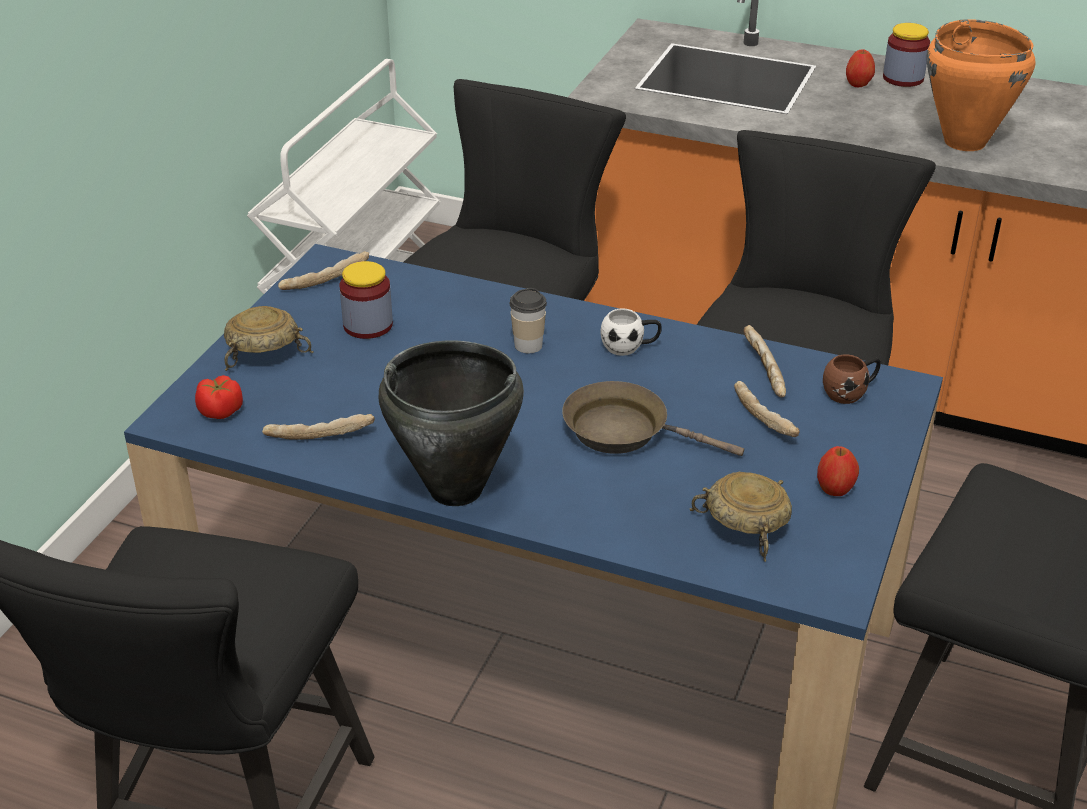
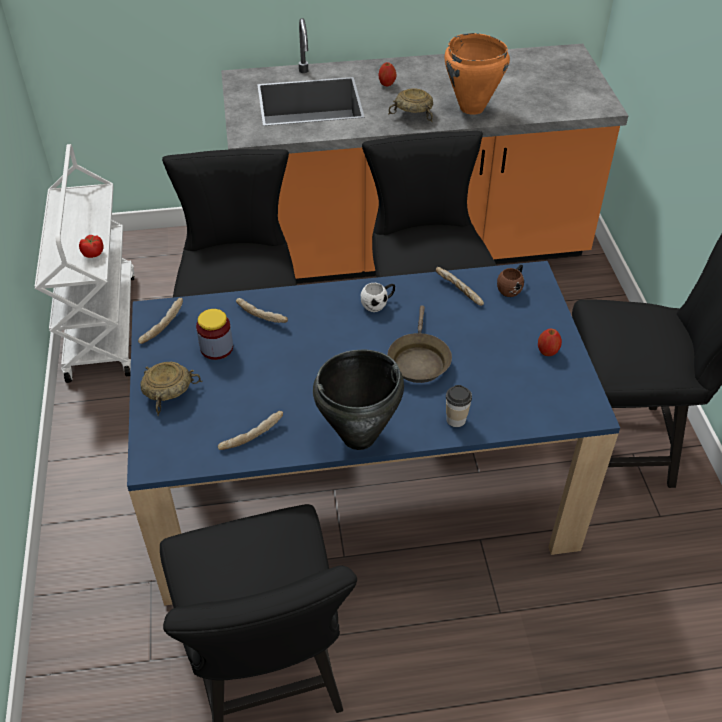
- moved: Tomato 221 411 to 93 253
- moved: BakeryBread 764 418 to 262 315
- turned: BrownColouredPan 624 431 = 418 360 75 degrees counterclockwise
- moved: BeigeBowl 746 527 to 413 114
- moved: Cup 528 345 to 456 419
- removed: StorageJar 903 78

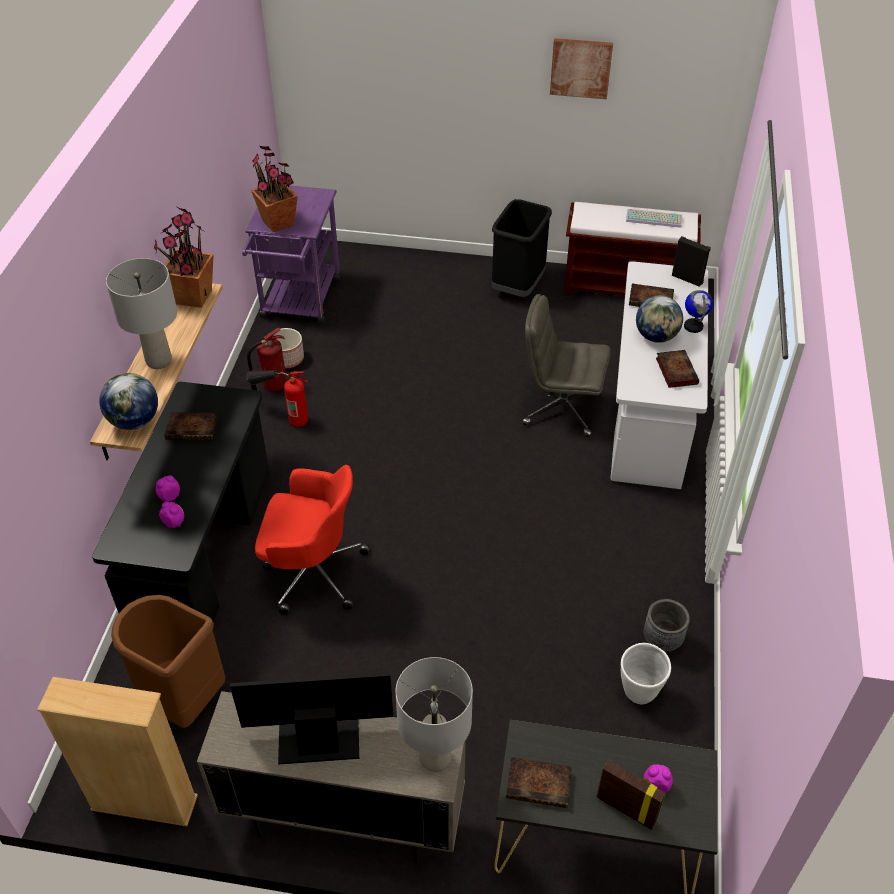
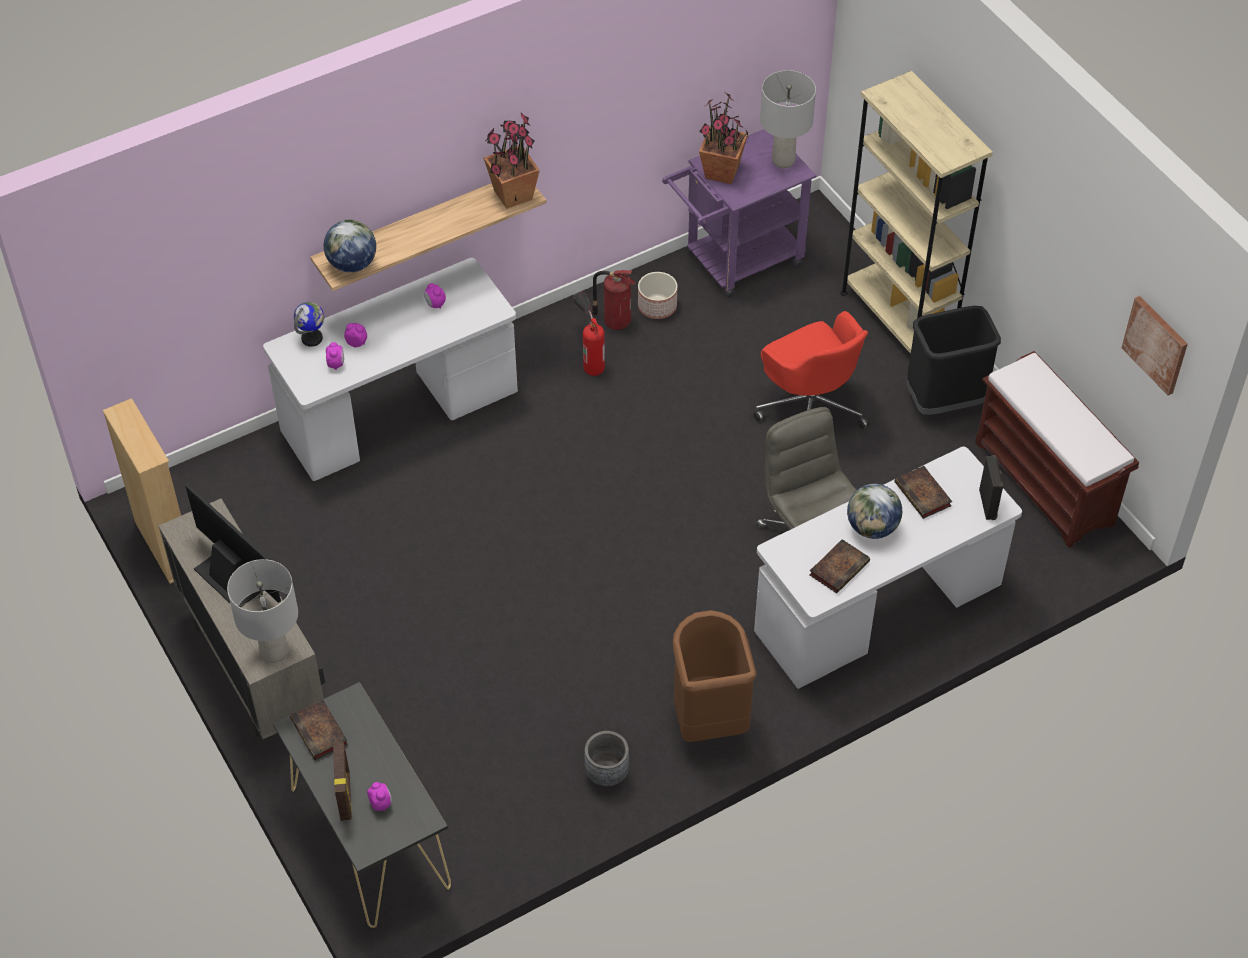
- recoloured: BlackColouredDesk 203 550 to WhiteColouredDesk 400 412
- moved: Globe 693 326 to 312 338
- replaced: Volume 194 428 to AlarmClock 435 304
- moved: BrownColouredRubbishBin 182 700 to 708 720
- moved: RedDeskChair 312 571 to 810 408
- moved: GreyishLampForATable 159 361 to 783 161
- added: BeigeBookcase 897 321
- moved: Picture 581 68 to 1156 344
- removed: WhiteColouredFlowerPot 639 692
- removed: Keyboard 654 218

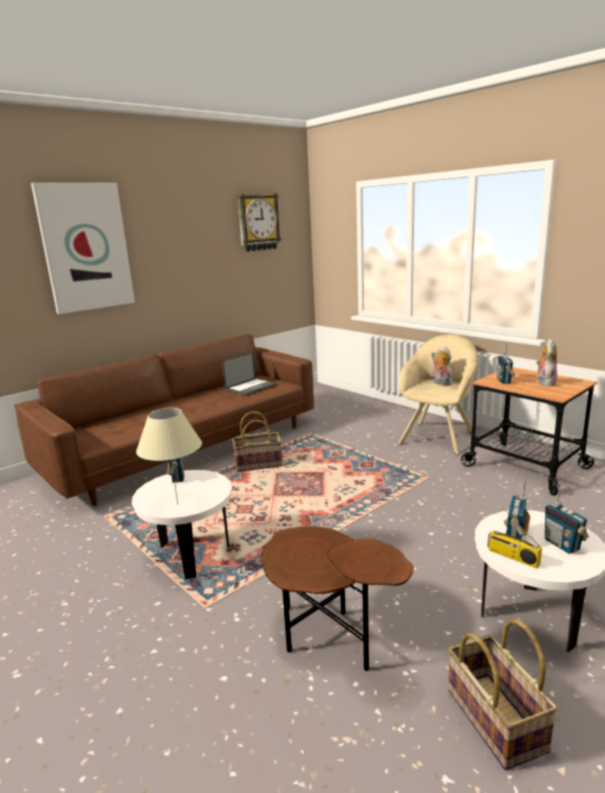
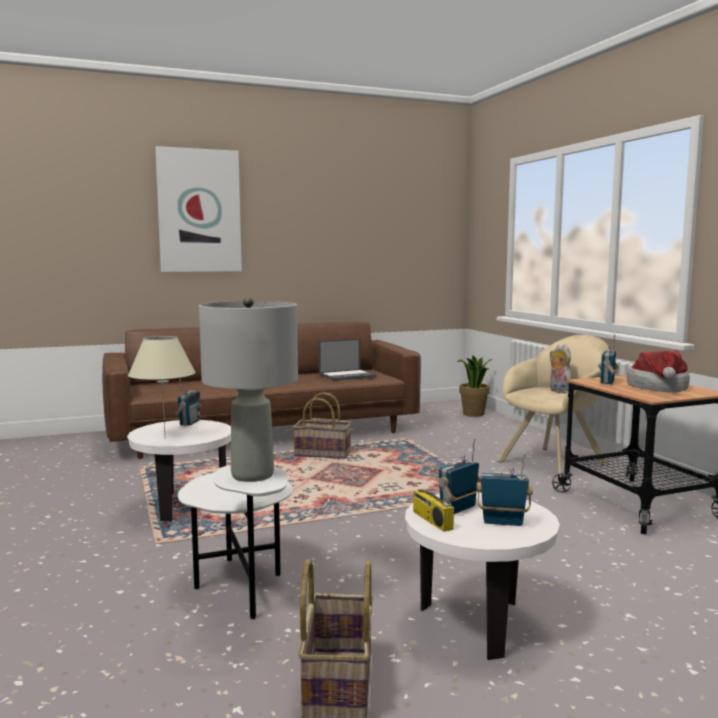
- recoloured: BrownColouredAccentTable 329 639 to WhiteColouredAccentTable 242 589
- added: GreyishLampForATable 253 475
- added: Houseplant 473 414
- turned: RadioReceiver 562 544 = 503 522 105 degrees clockwise
- replaced: SoftToy 545 382 to ClothingHat 659 388
- removed: ClockOnTheWall 258 222

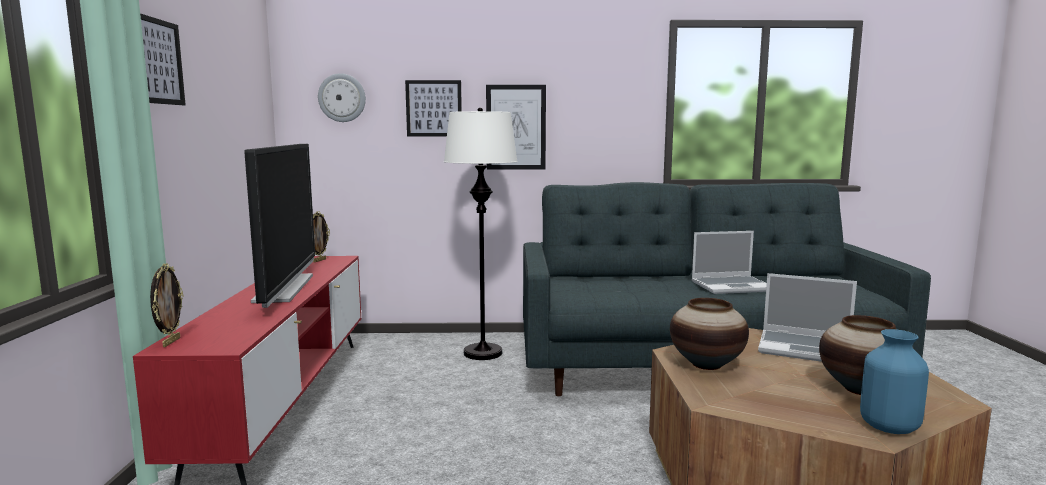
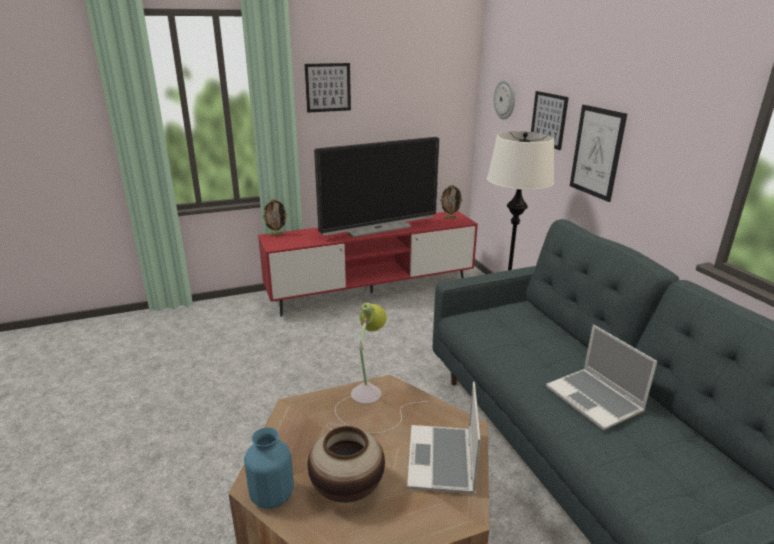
- replaced: Vase 706 364 to LampForATable 367 402

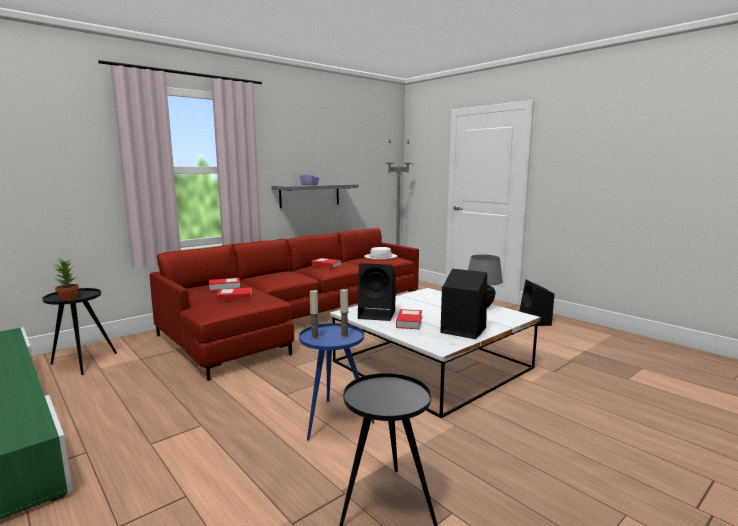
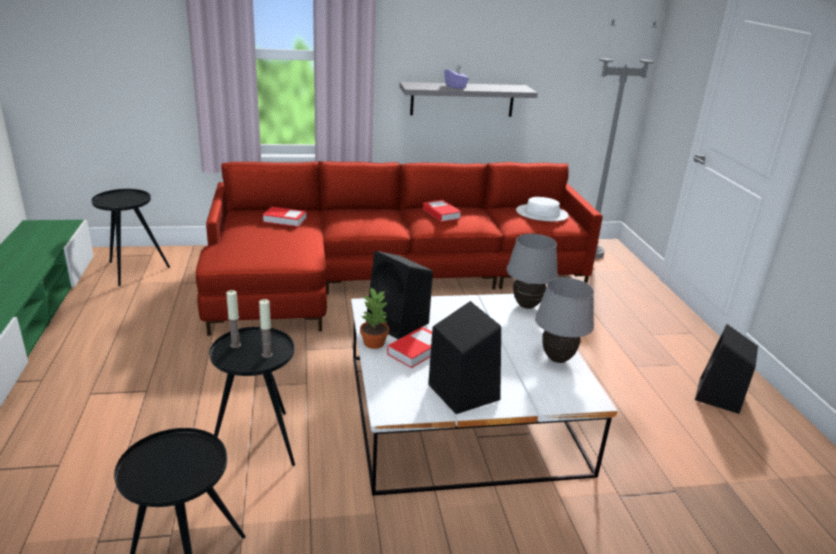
- recoloured: BluishAccentTable 333 421 to BlackColouredAccentTable 258 443
- moved: Houseplant 68 298 to 374 342
- added: GreyishLampForATable 527 306
- removed: Volume 235 297

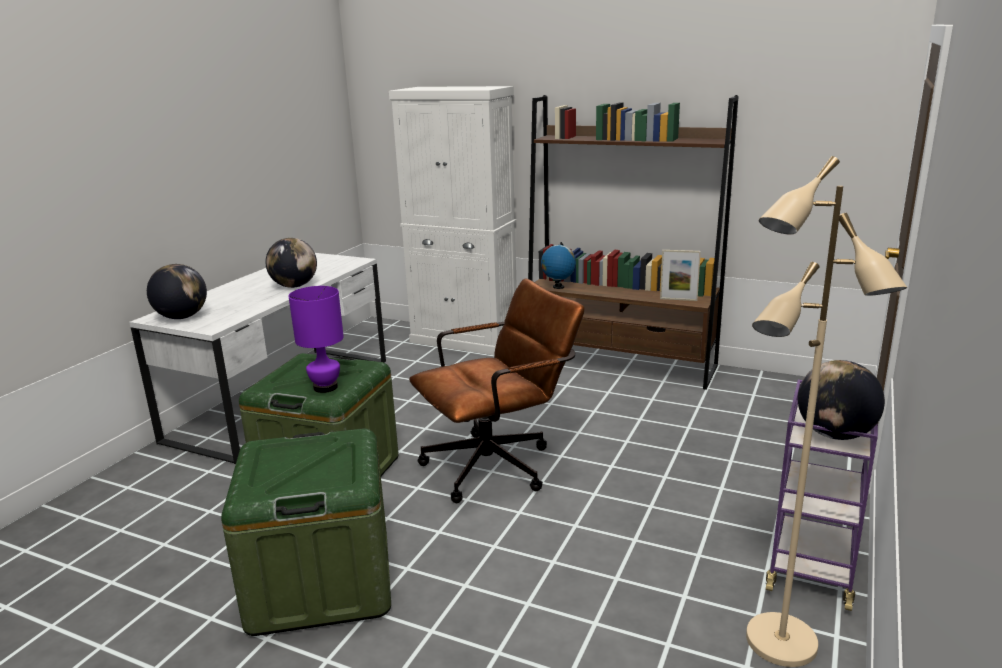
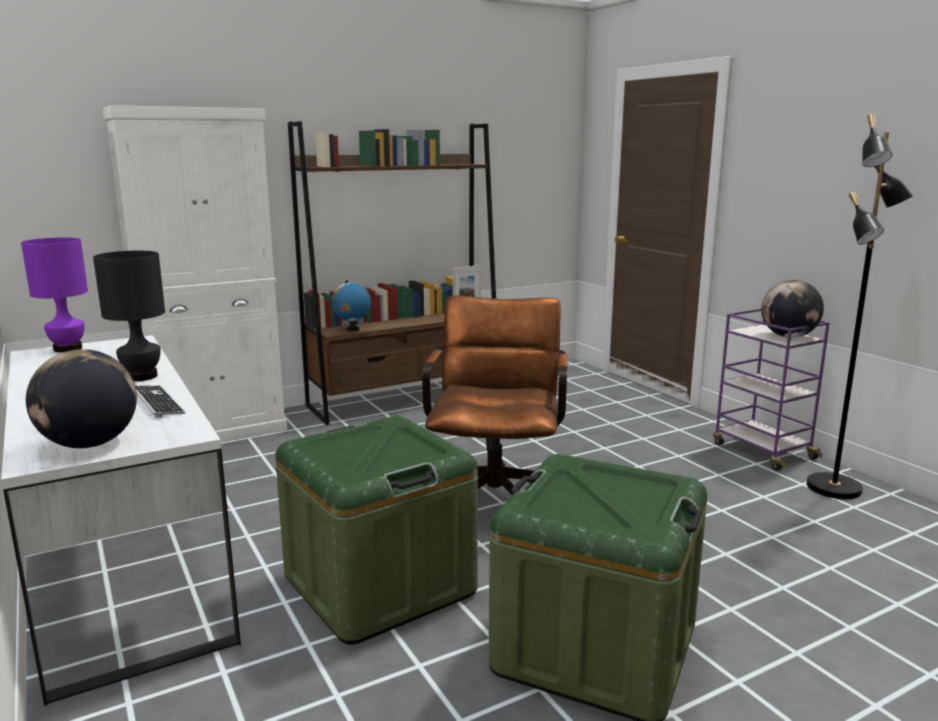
- moved: PurplishLampForATable 325 387 to 67 349
- replaced: Globe 294 286 to BlackColouredLampForATable 142 376
- added: Keyboard 158 402
- recoloured: BeigeFloorLamp 781 643 to BlackColouredFloorLamp 835 488

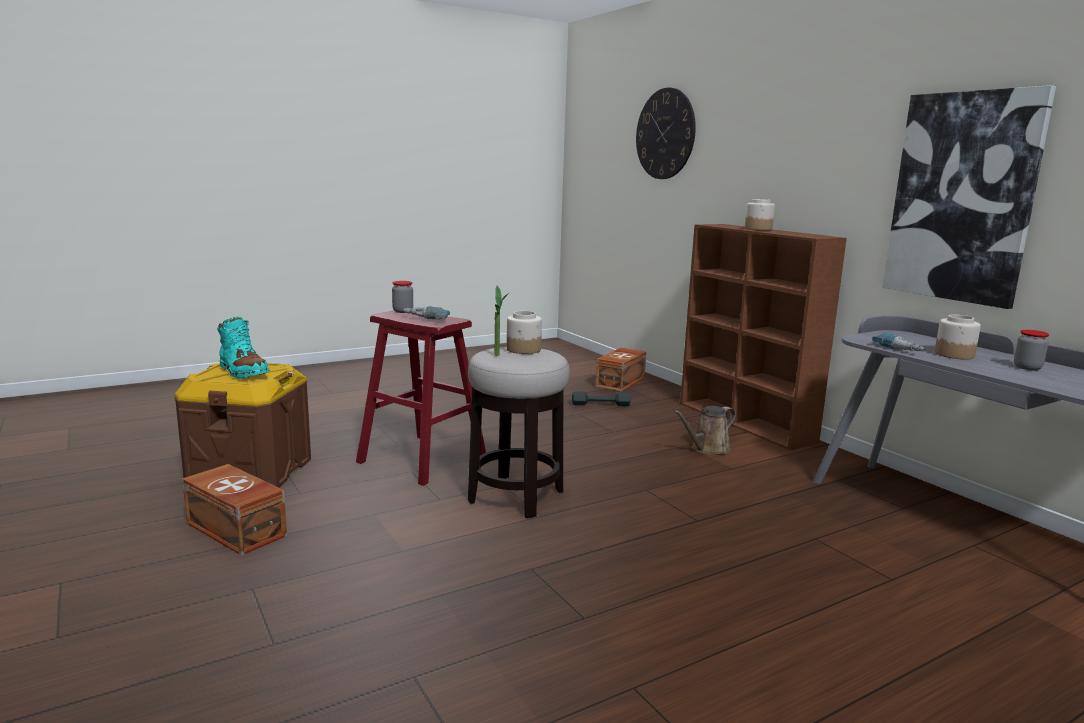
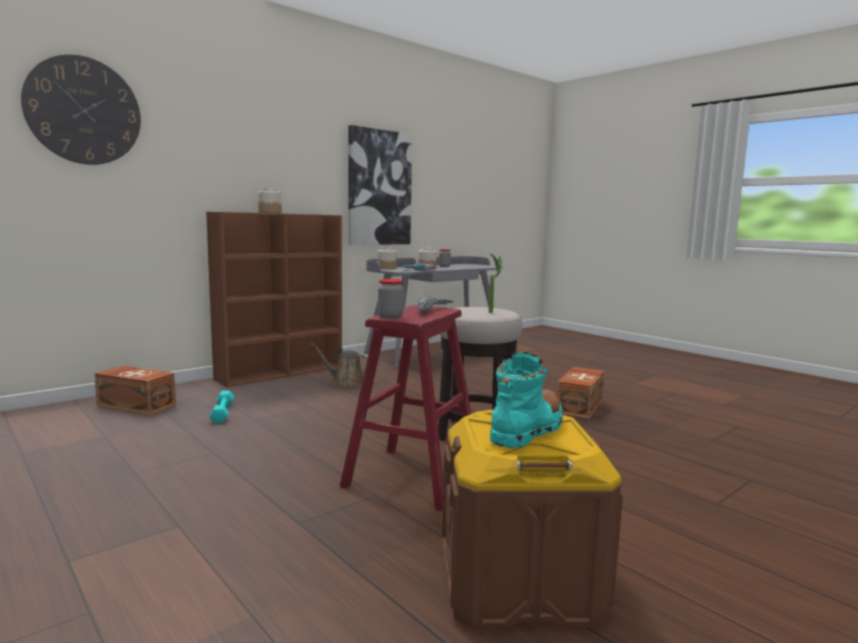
- recoloured: GreyishFreeWeight 600 404 to BlueGreenFreeWeight 222 412
- turned: BrownColouredWateringPot 707 449 = 346 383 150 degrees clockwise
- moved: StorageJar 524 350 to 387 268
- moved: BrownColouredStorageBin 235 530 to 581 406

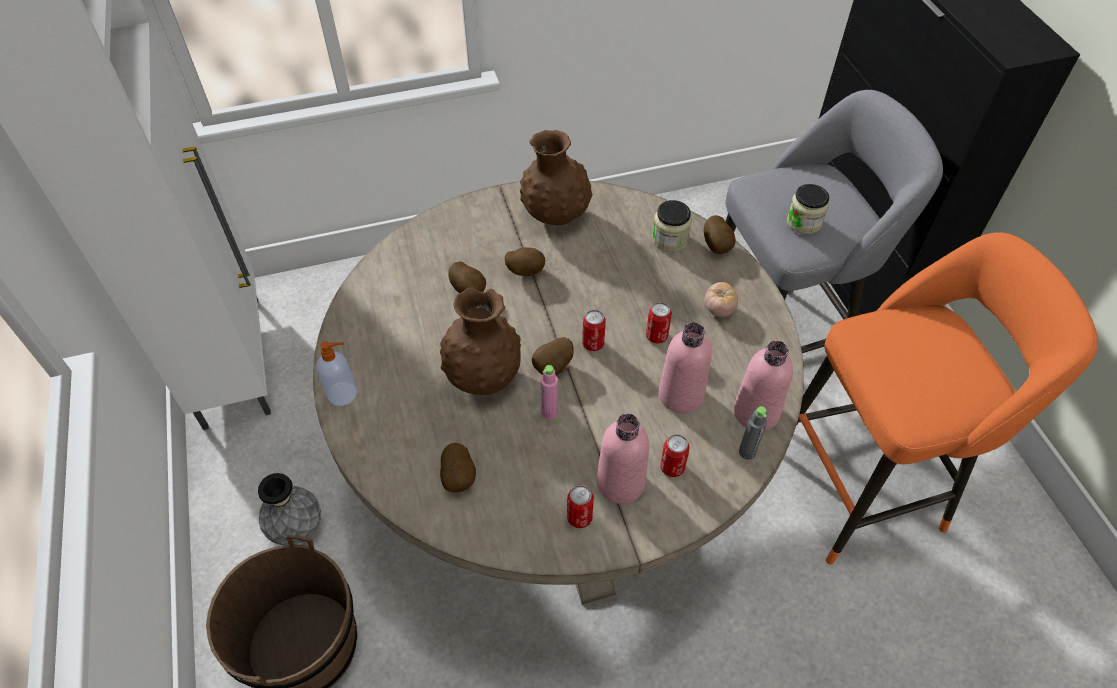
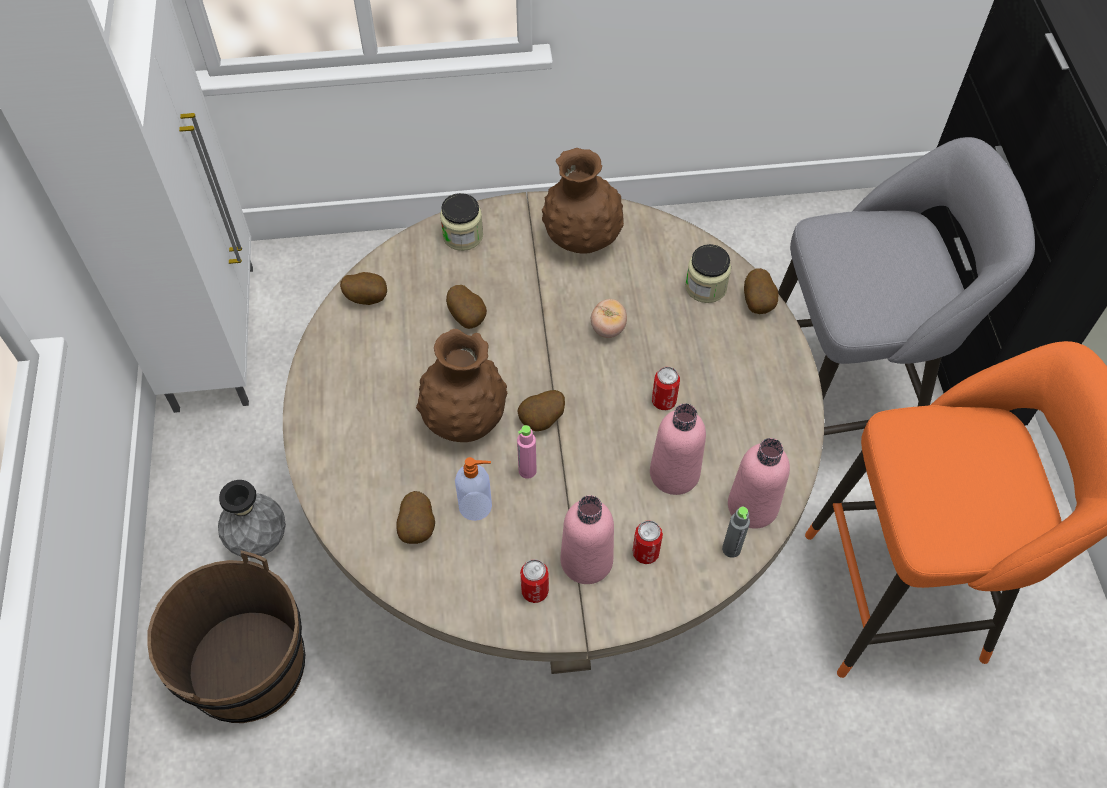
- moved: Spud 525 271 to 367 297
- moved: StorageJar 804 222 to 463 235
- moved: LiquidSoapBottle 343 394 to 476 506
- moved: Tomato 719 309 to 608 328
- removed: Can 593 343

